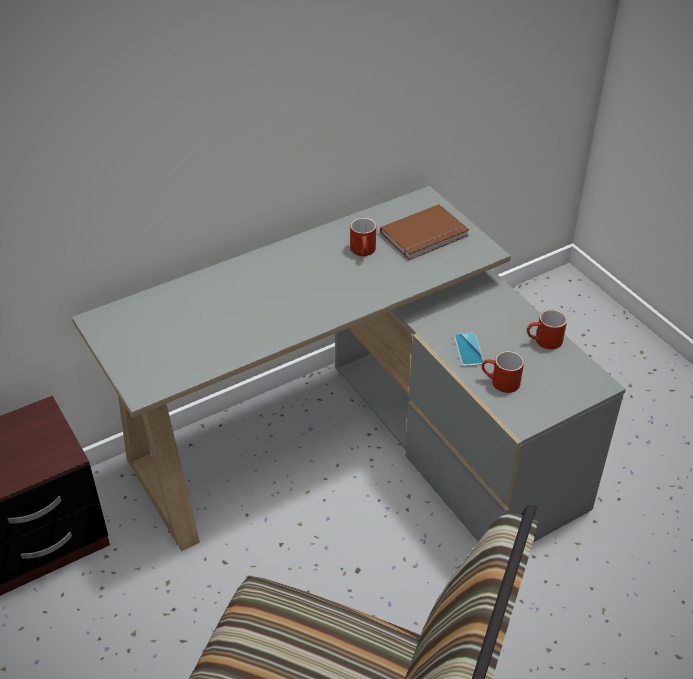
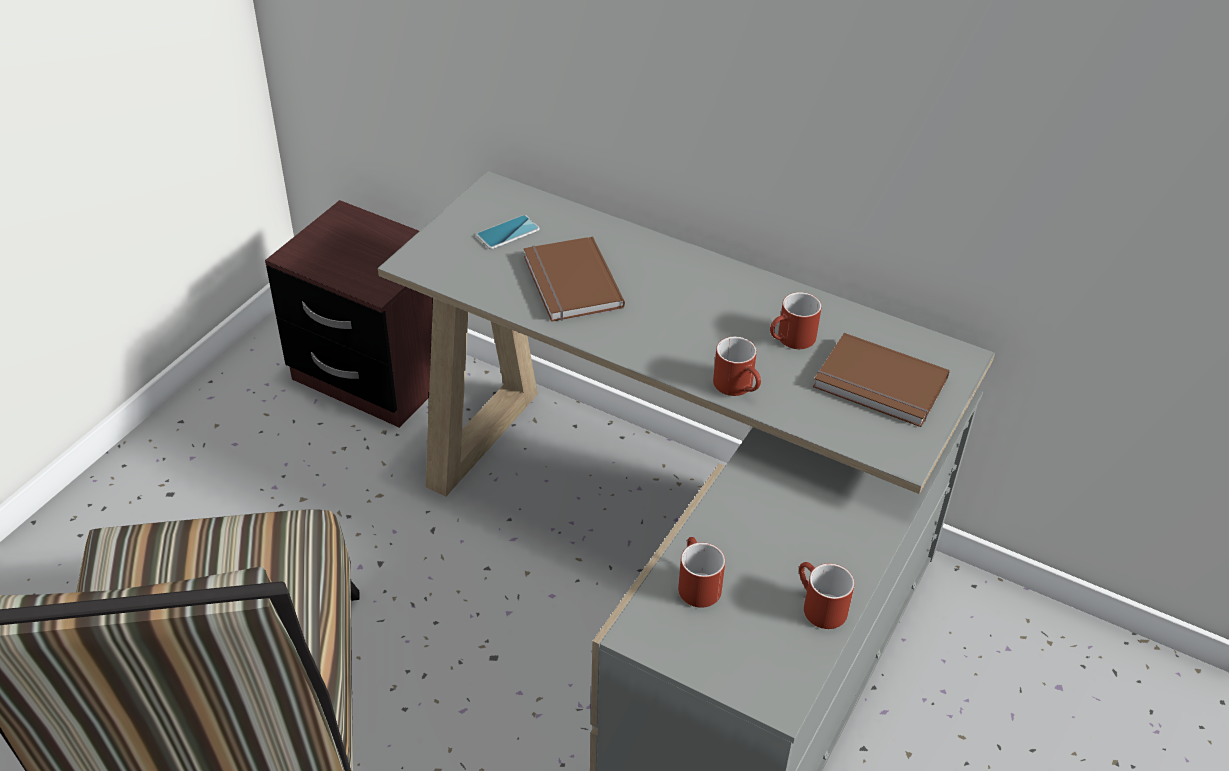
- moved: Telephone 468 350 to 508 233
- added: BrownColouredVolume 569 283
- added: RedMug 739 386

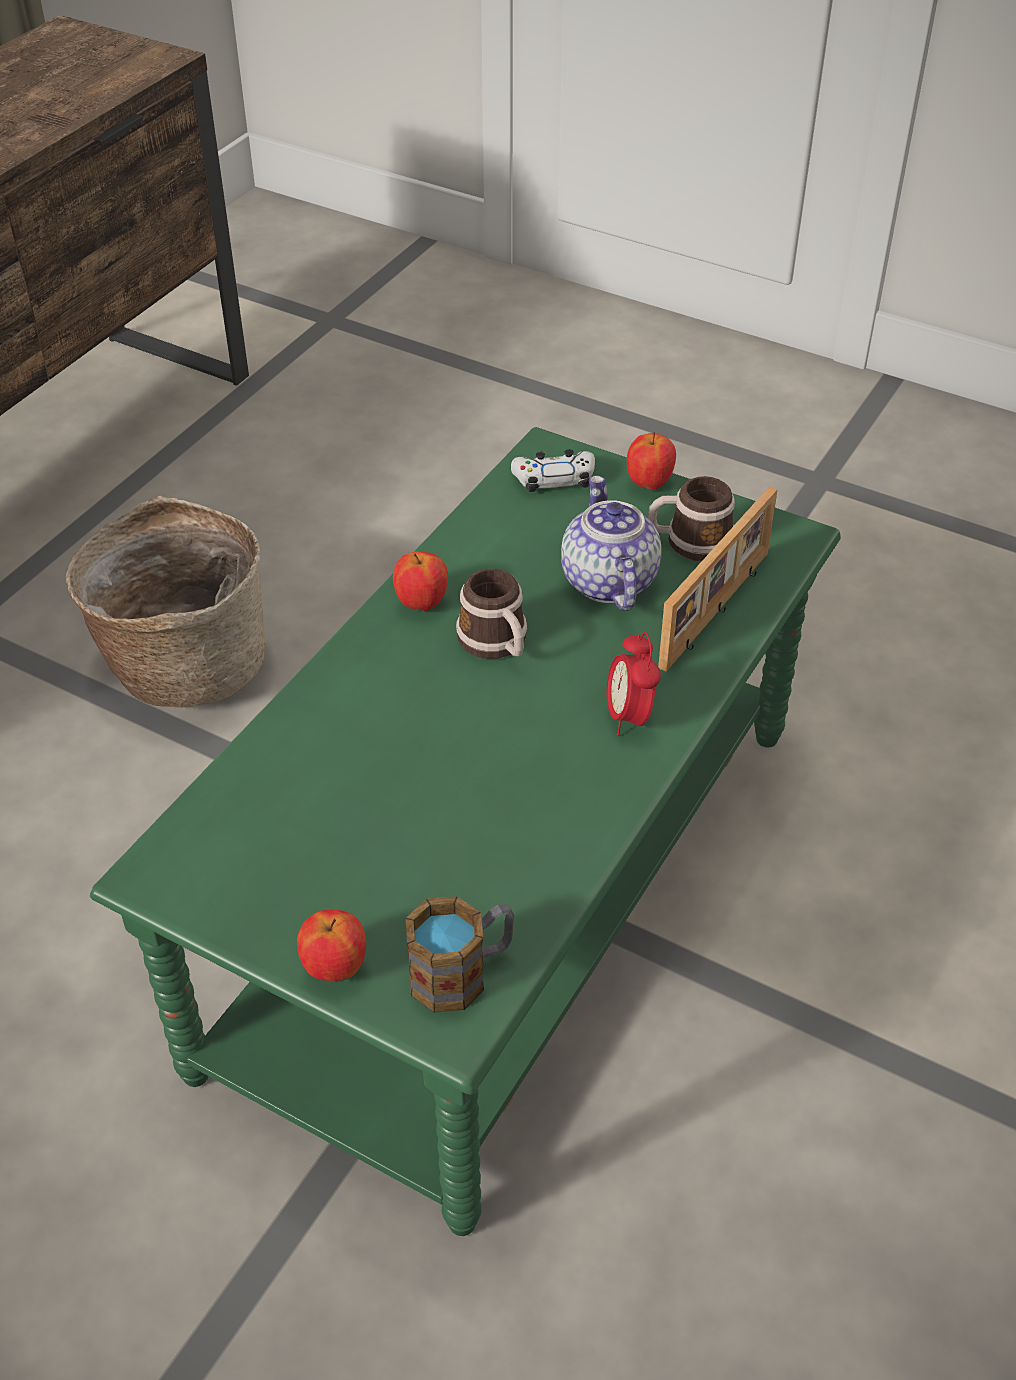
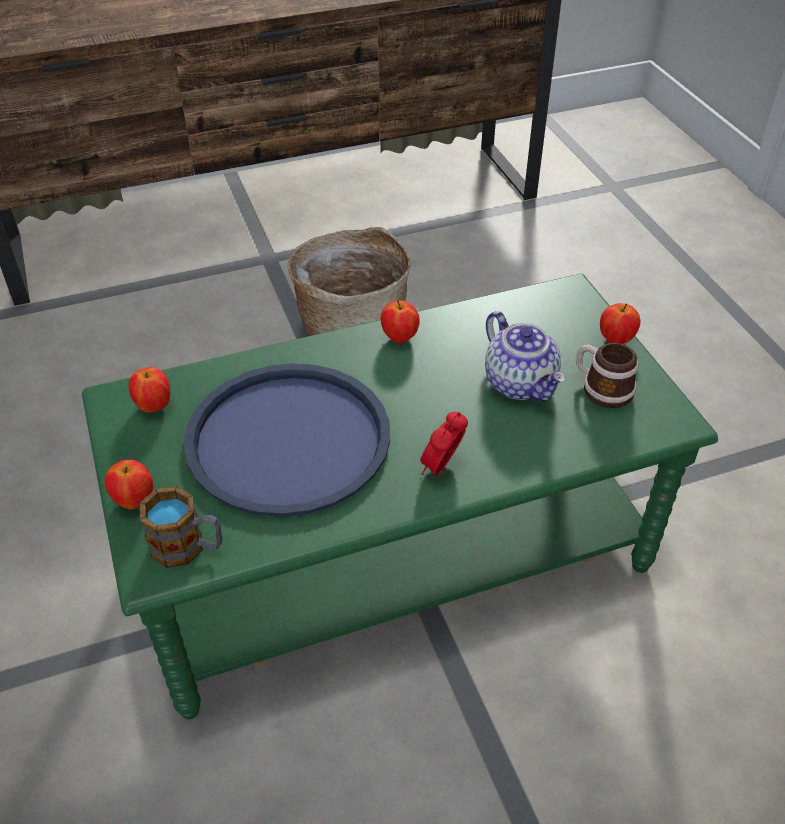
- added: Apple 154 406
- added: BluishCarryingTray 288 439
- turned: Teapot 607 581 = 521 383 120 degrees clockwise
- removed: Mug 497 644
- removed: WhiteColouredJoypad 554 478
- removed: PhotoFrame 718 610

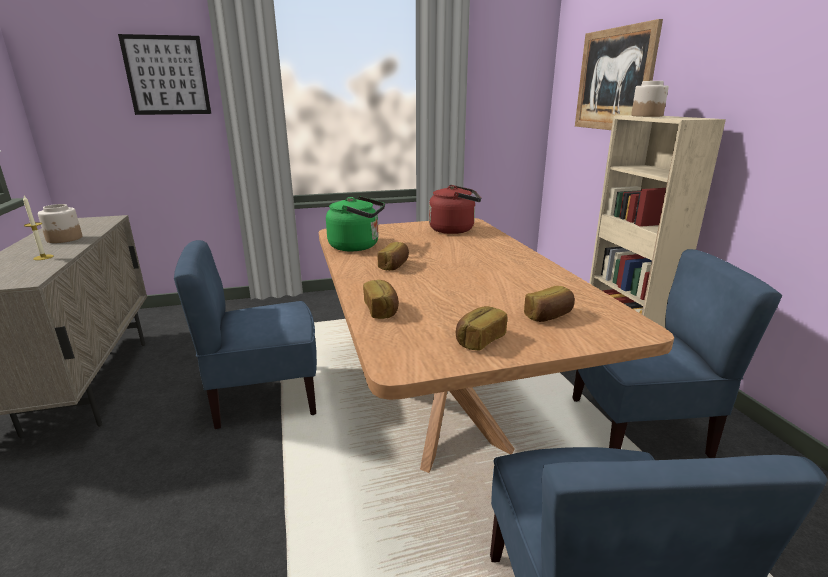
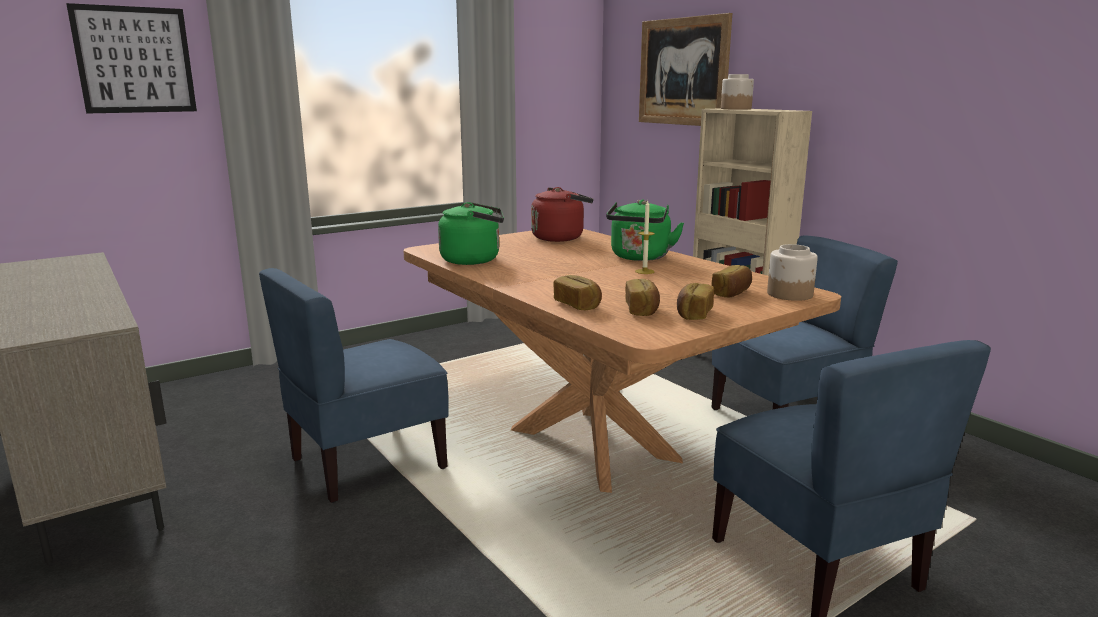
- added: GreenishKettle 639 257
- moved: BakeryBread 394 265 to 642 310
- moved: Candle 43 257 to 644 271
- moved: StorageJar 64 239 to 790 294

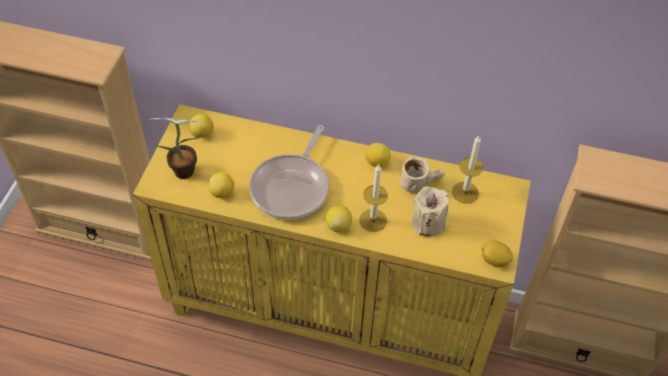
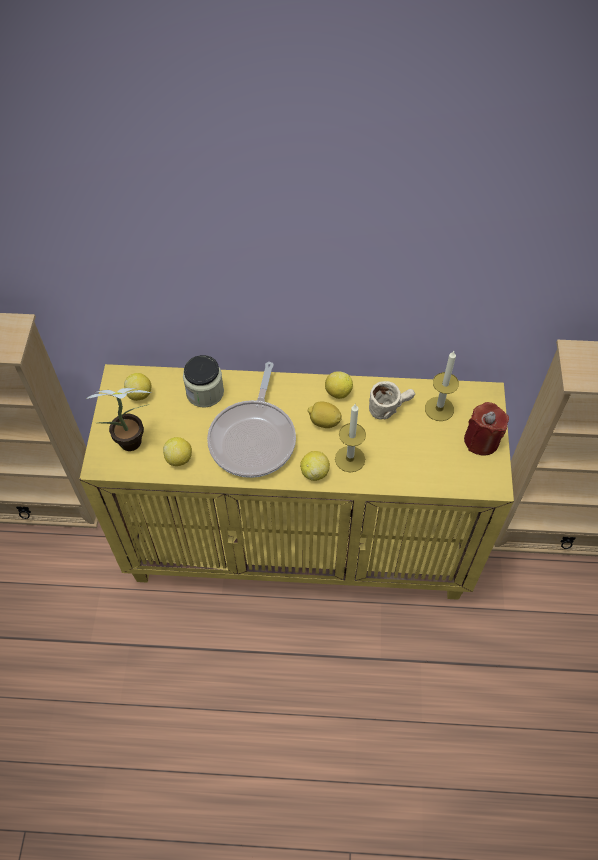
- added: StorageJar 205 392
- moved: Lemon 494 260 to 324 421
- added: RedCandle 481 440
- removed: BeigeCandle 428 223

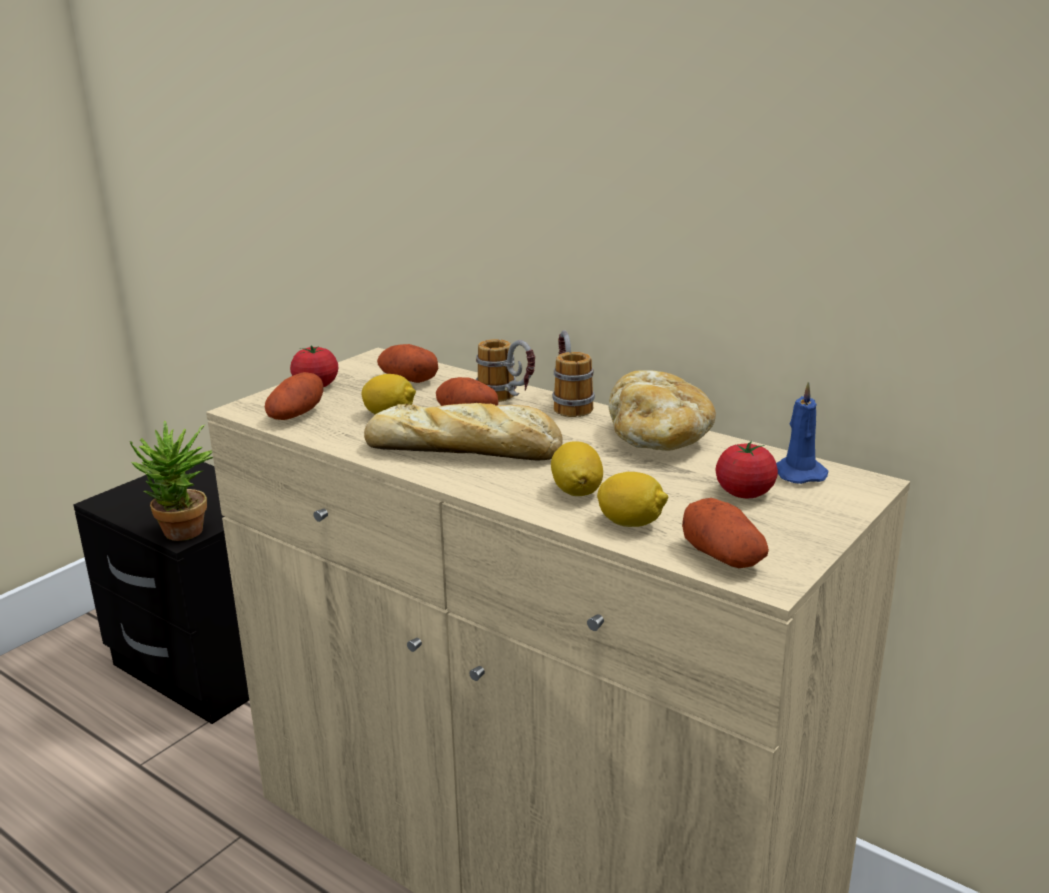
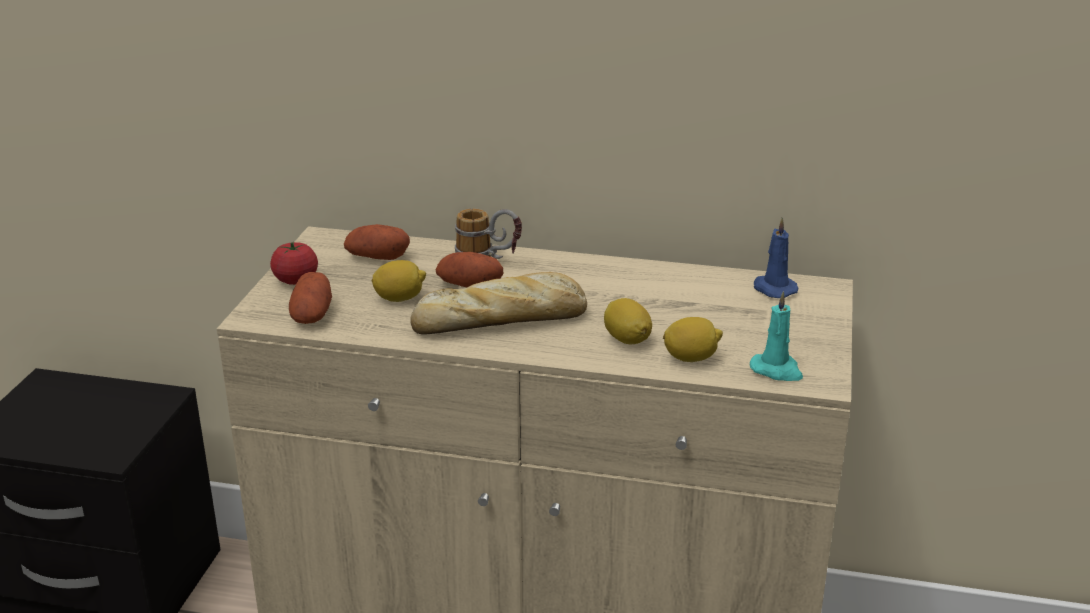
- replaced: Spud 723 556 to BlueGreenCandle 777 370
- removed: Houseplant 184 535
- removed: Mug 569 403
- removed: BakeryBread 659 439
- removed: Tomato 744 493

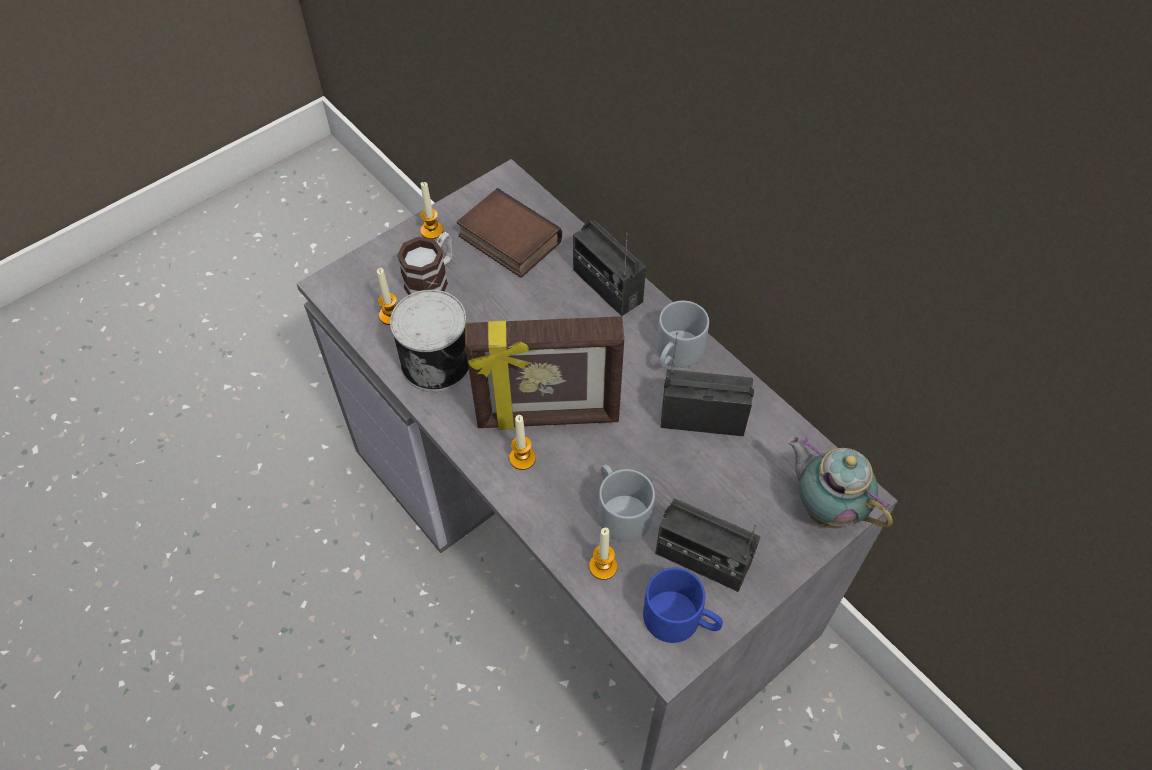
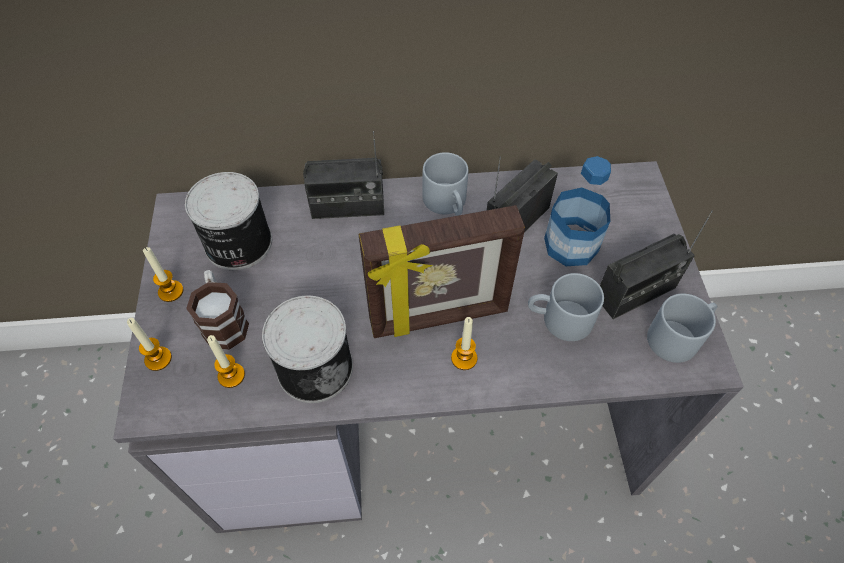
- moved: Candle 603 566 to 158 359
- replaced: Volume 506 240 to Can 237 244
- turned: PhotoFrame 548 418 = 439 318 45 degrees clockwise
- added: BeverageBottle 571 244
- recoloured: BluishMug 681 619 to GreyishMug 678 335
- removed: Teapot 825 507

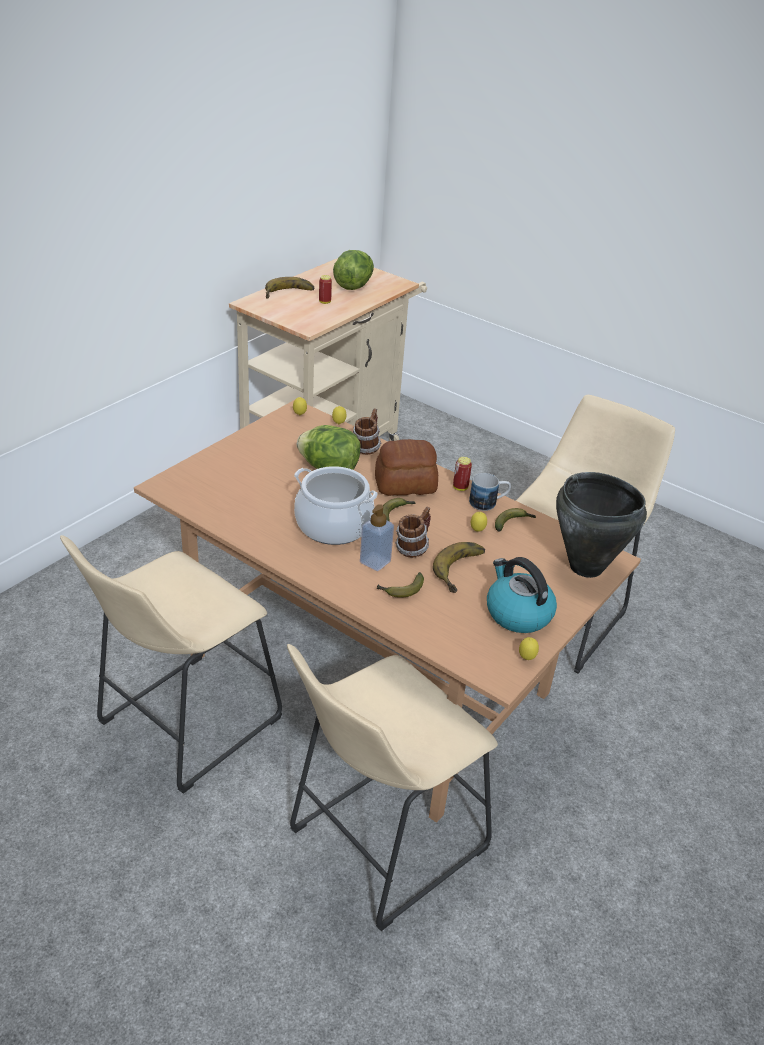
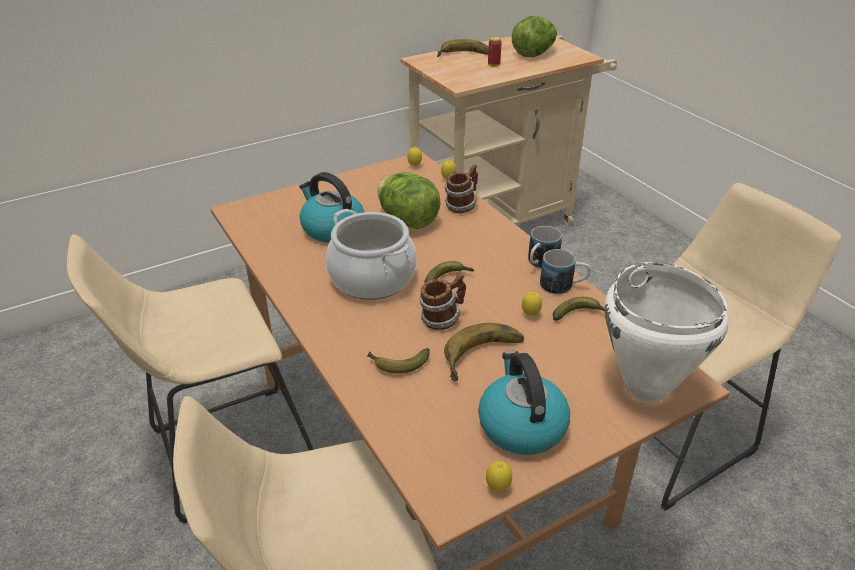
- added: Kettle 332 228
- replaced: Can 460 488 to Mug 539 264
- recoloured: BlackColouredCookingPot 586 567 to WhiteColouredCookingPot 646 387
- removed: LiquidSoapBottle 375 562
- removed: BakeryBread 404 484

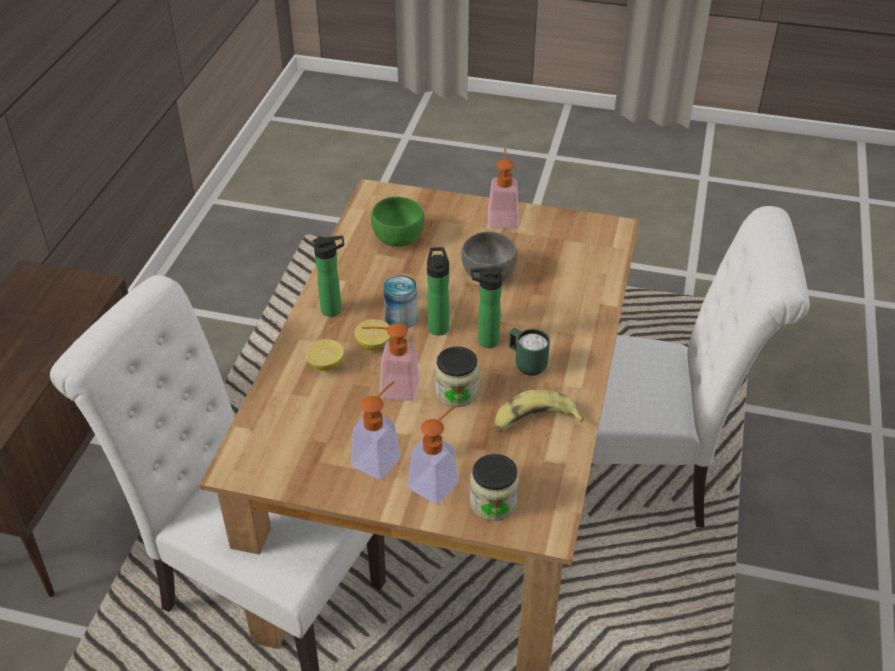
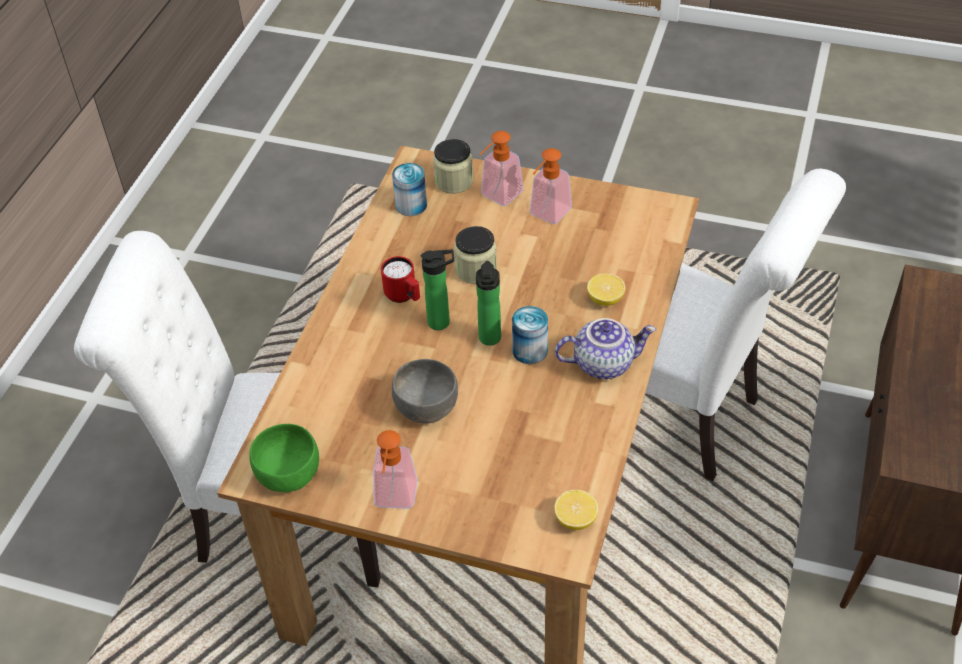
- moved: GreenishBowl 398 237 to 289 474
- recoloured: GreenishMug 526 364 to RedMug 404 296
- added: Can 411 205
- moved: Lemon 374 344 to 575 519
- replaced: BeverageBottle 334 309 to Teapot 603 363
- removed: LiquidSoapBottle 392 387
- removed: BananaFruit 534 421

